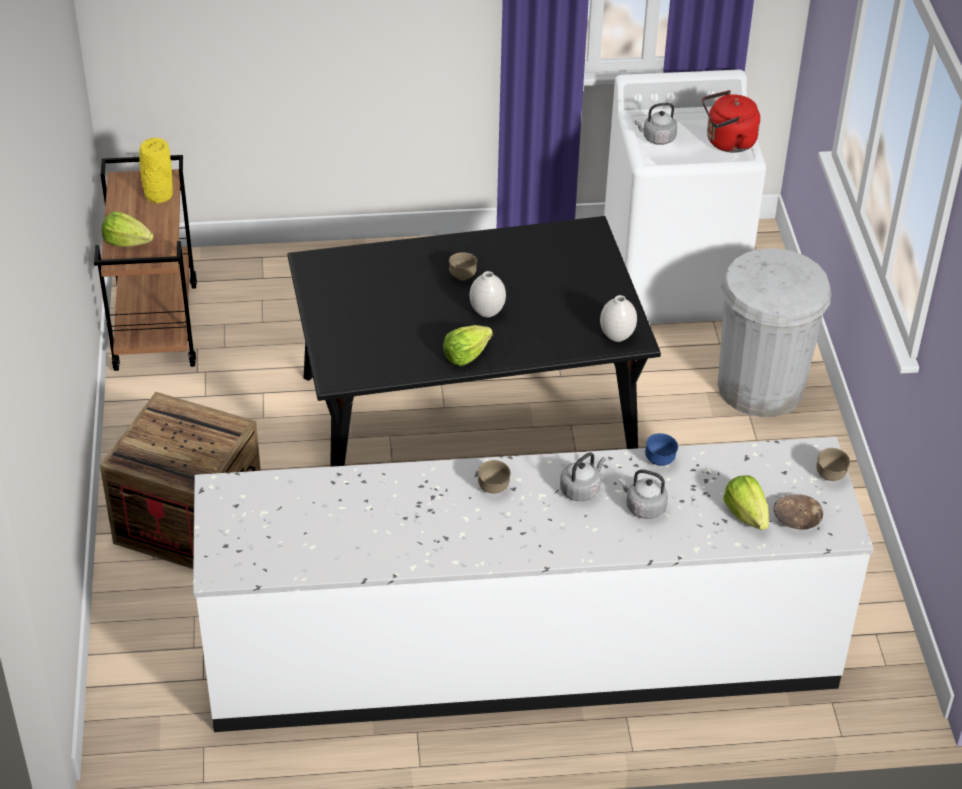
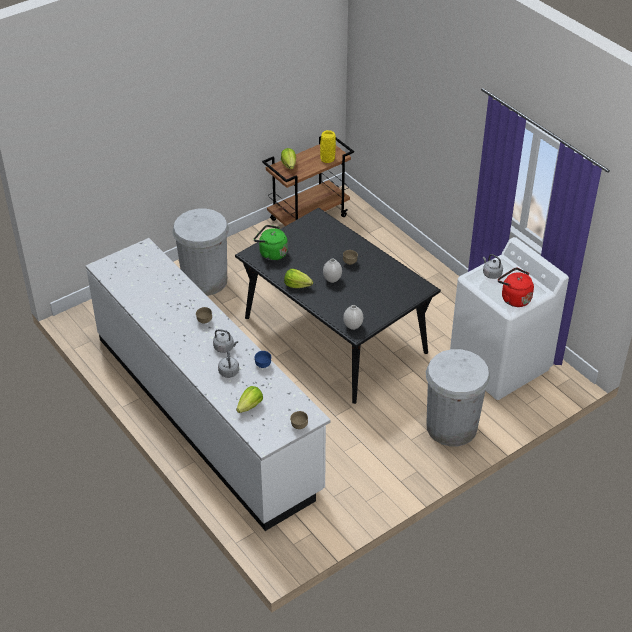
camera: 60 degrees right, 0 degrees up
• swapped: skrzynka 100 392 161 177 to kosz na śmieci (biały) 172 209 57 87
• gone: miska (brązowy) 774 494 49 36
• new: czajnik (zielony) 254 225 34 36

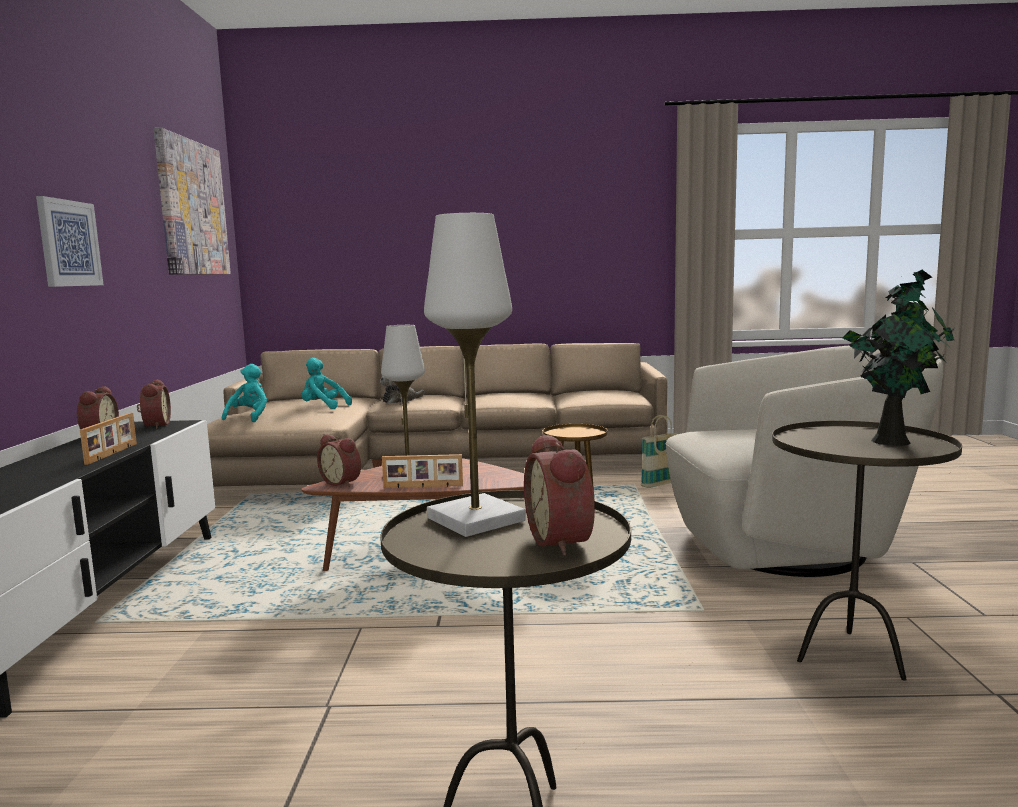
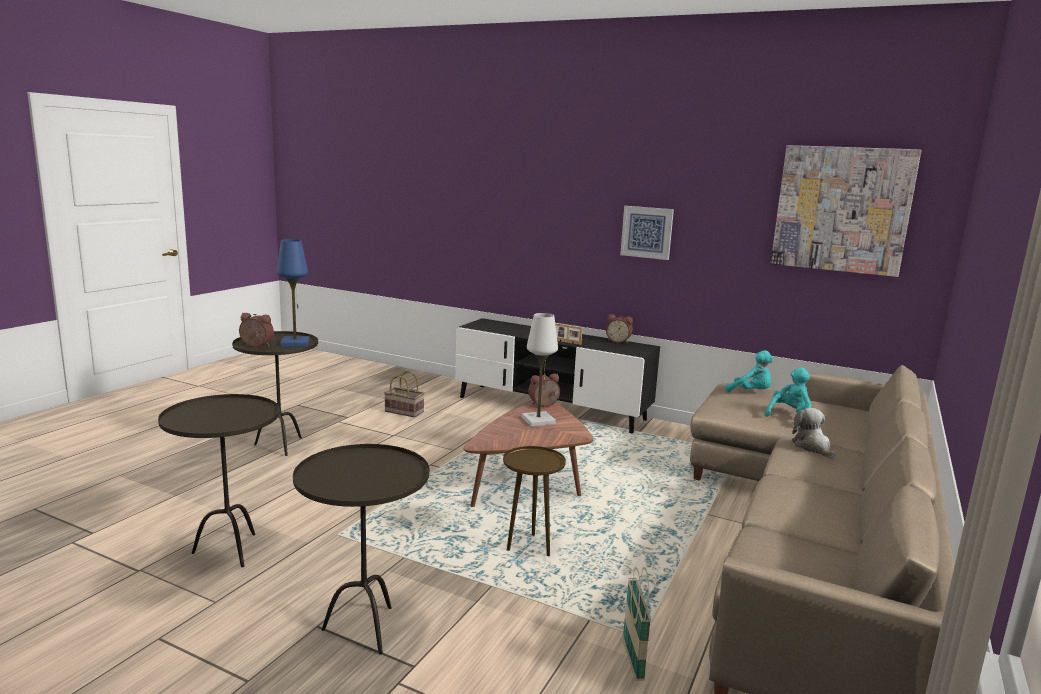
camera: 115 degrees right, 5 degrees up
• repainted: lampa stołowa (biały) 424 213 102 324 to lampa stołowa (niebieski) 277 239 32 108
• gone: roślina doniczkowa 843 270 112 176
• swapped: fotel (beżowy) 666 346 277 231 to stolik (brązowy) 293 444 136 211
• gone: budzik 137 379 34 49
• gone: ramka na zdjęcie 382 454 81 34
• new: koszyk 384 371 41 46

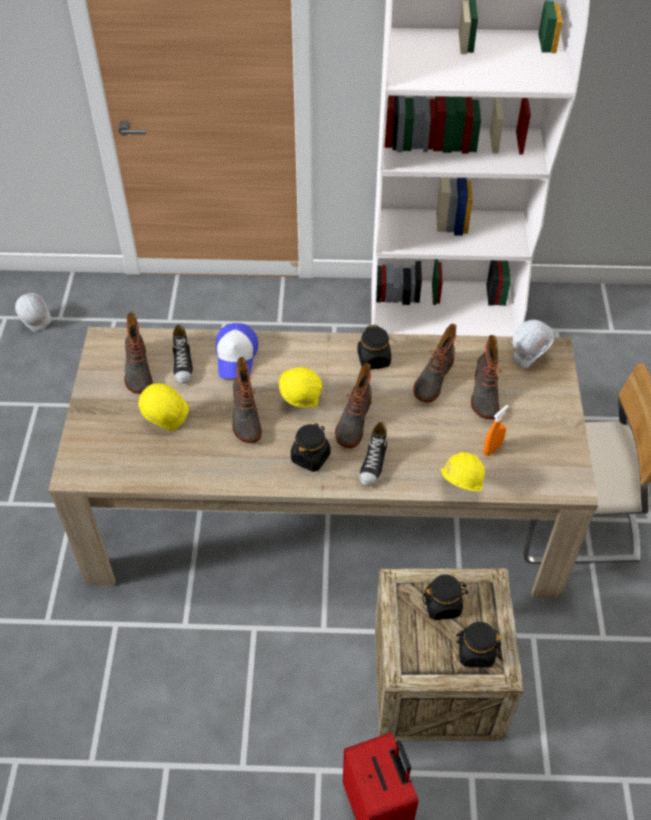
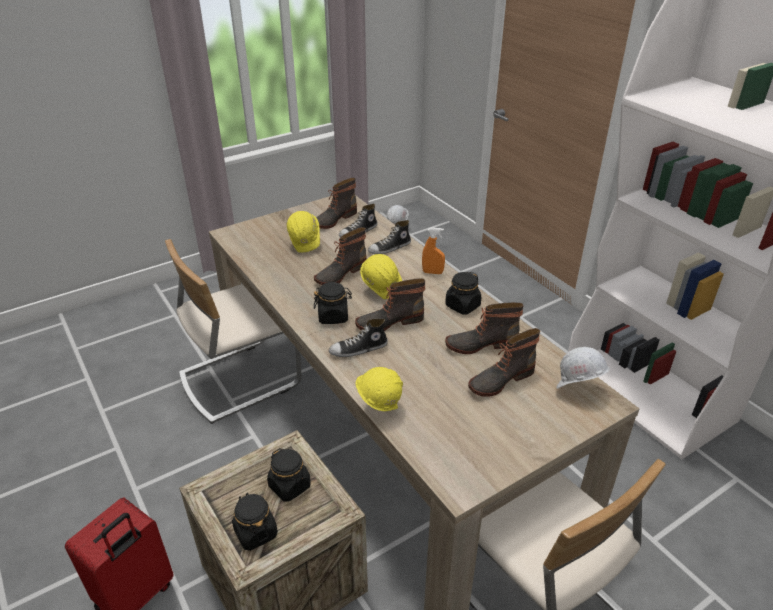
camera: 55 degrees right, 15 degrees down
• swapped: czapka z daszkiem 216 323 42 56 to but 368 220 43 34
• shifted: spryskiwacz (pomarańczowy) 483 405 26 51 to 422 227 23 47
• new: krzesło (beżowy) 165 239 137 185

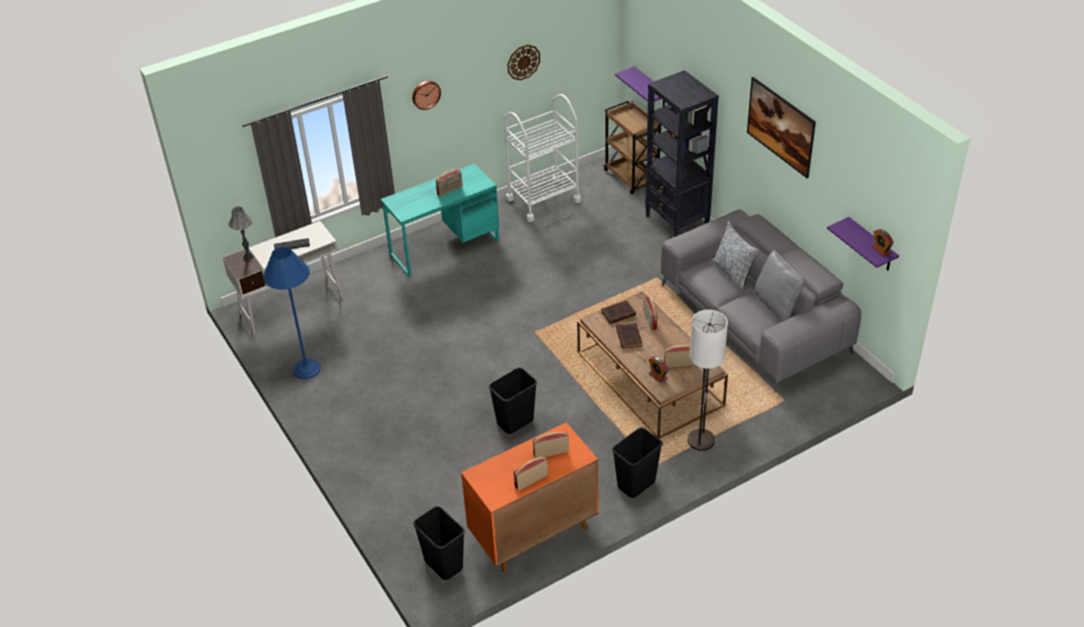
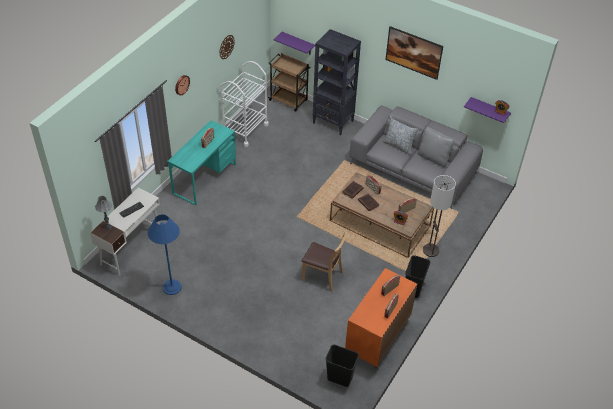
camera: 30 degrees left, 5 degrees up
• swapped: kosz na śmieci (czarny) 488 367 49 67 to krzesło (brązowy) 302 232 45 60

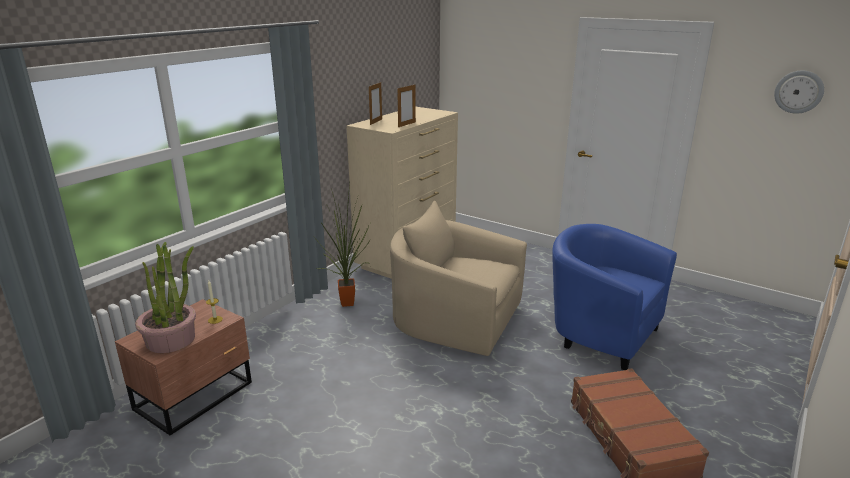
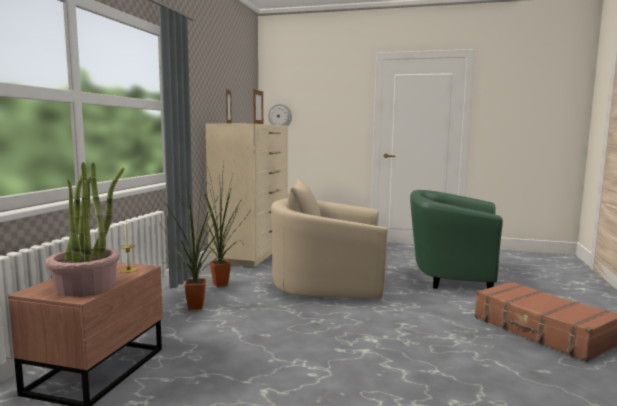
camera: 20 degrees left, 15 degrees down
• shifted: zegar ścienny 774 70 50 44 to 268 103 24 23
• repainted: fotel (niebieski) 552 224 125 146 to fotel (zielony) 410 190 93 99
• new: roślina doniczkowa 161 166 63 144

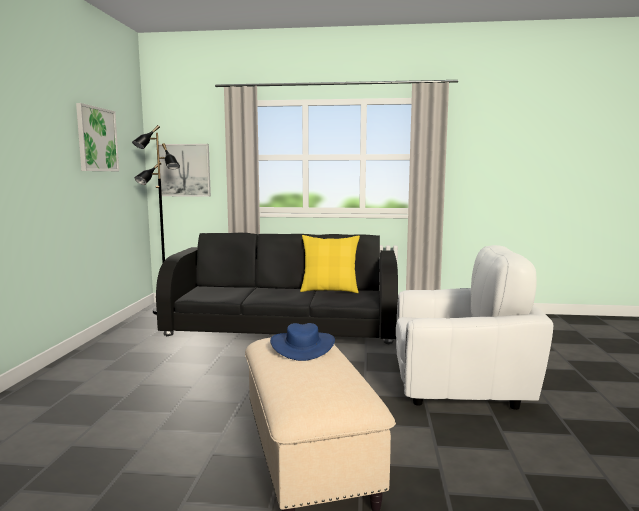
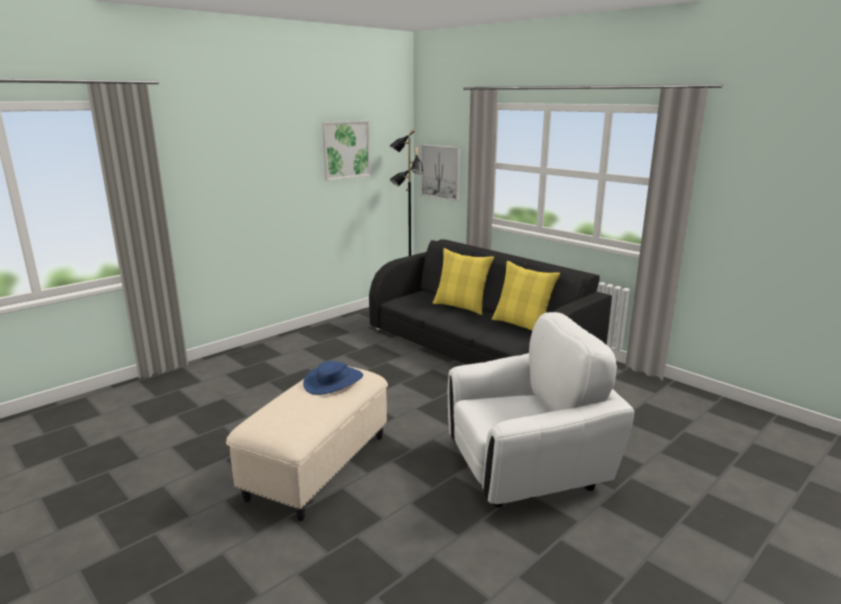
camera: 40 degrees right, 10 degrees up
• rotated: fotel (biały) 396 245 157 165 = 448 312 186 195 60 degrees counterclockwise
• new: poduszka (żółty) 433 248 61 67

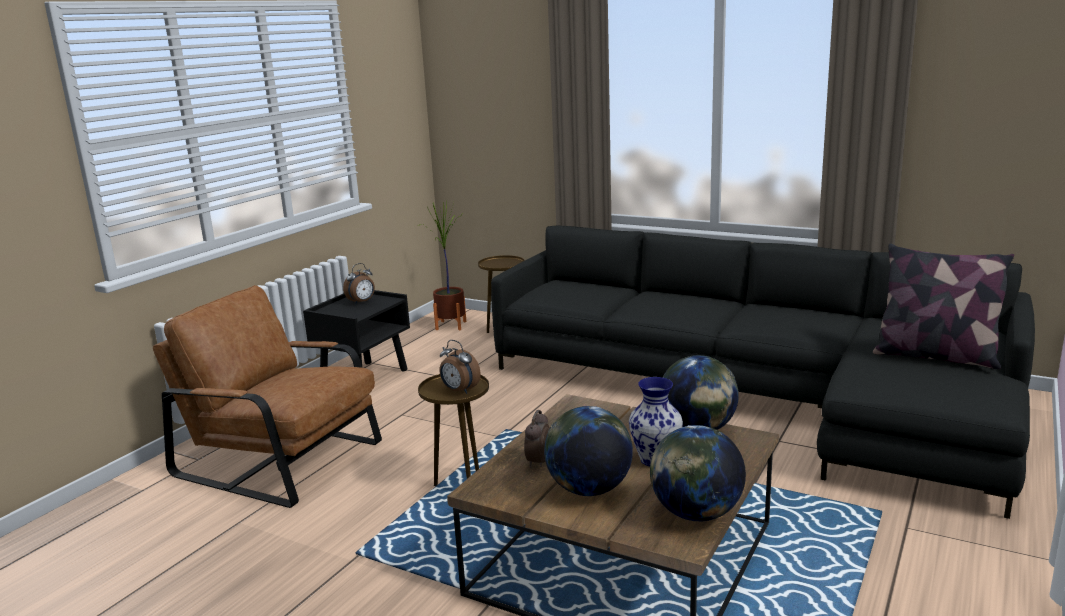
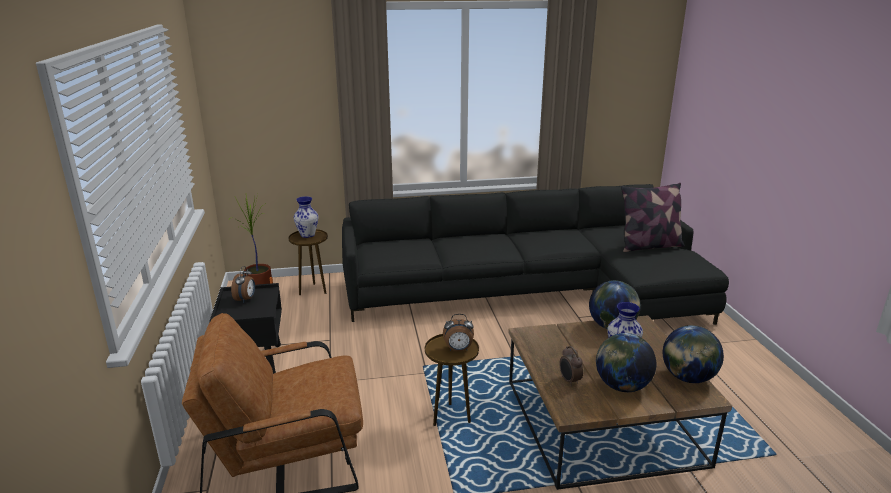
camera: 40 degrees left, 5 degrees up
• new: wazon 294 196 24 42

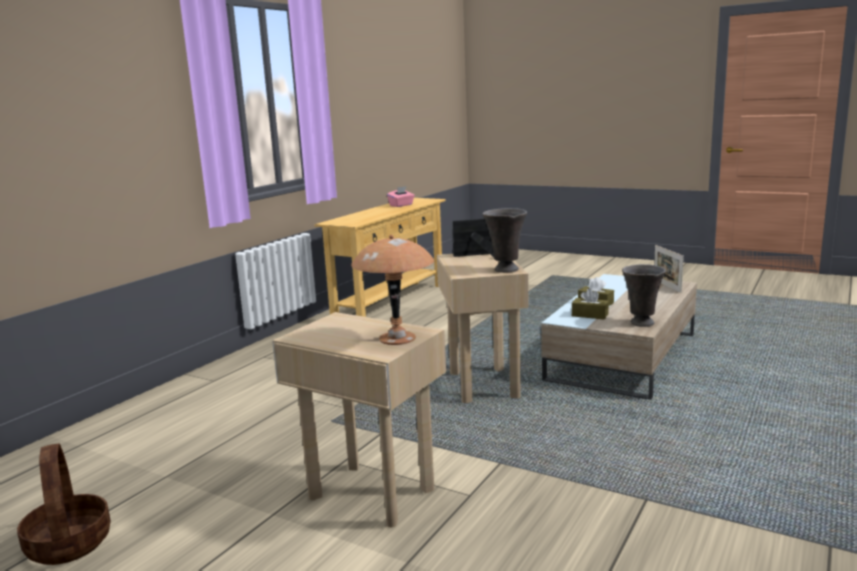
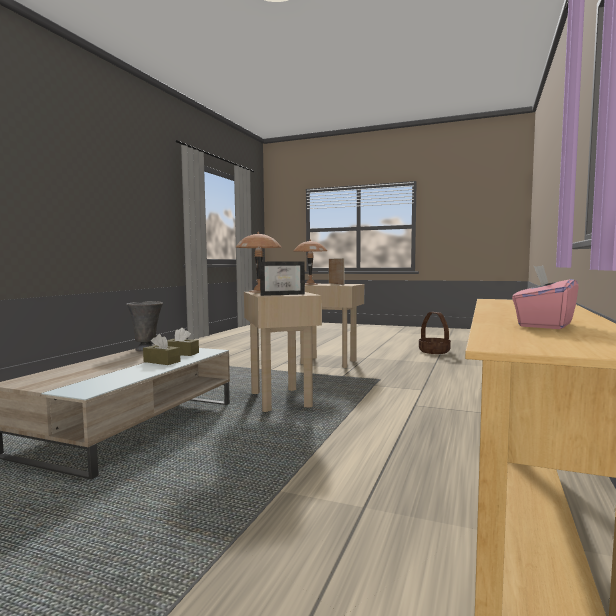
camera: 170 degrees right, 10 degrees down
• swapped: wazon (szary) 483 208 44 65 to lampa stołowa (brązowy) 236 232 45 60
• shifted: ramka na zdjęcie 654 245 30 48 to 329 258 16 27

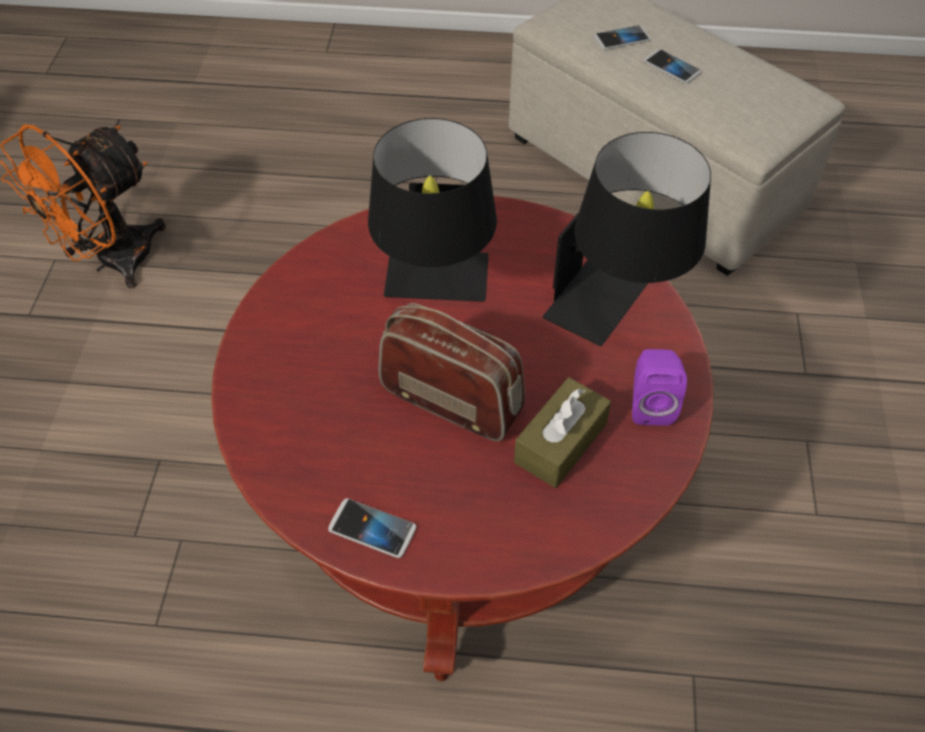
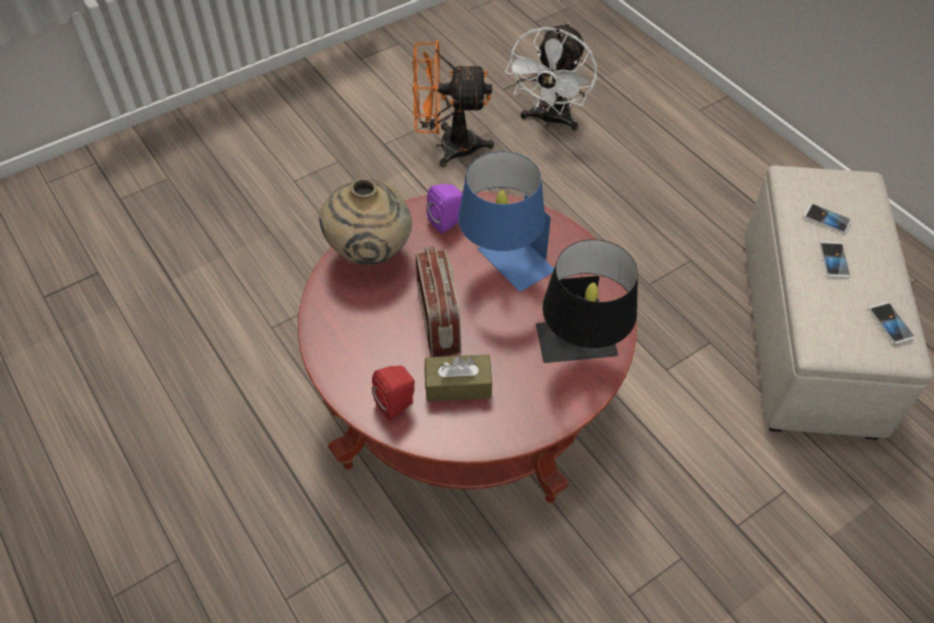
camera: 50 degrees right, 0 degrees up
• repainted: lampa stołowa (czarny) 368 118 129 184 to lampa stołowa (niebieski) 458 151 96 141
• shifted: głośnik (fioletowy) 632 349 55 77 to 427 184 35 50
• shifted: telefon 328 498 88 60 to 868 302 47 42
• new: wentylator (biały) 505 23 92 108
• new: wazon (beżowy) 319 178 93 87
• new: głośnik (czerwony) 372 366 43 55

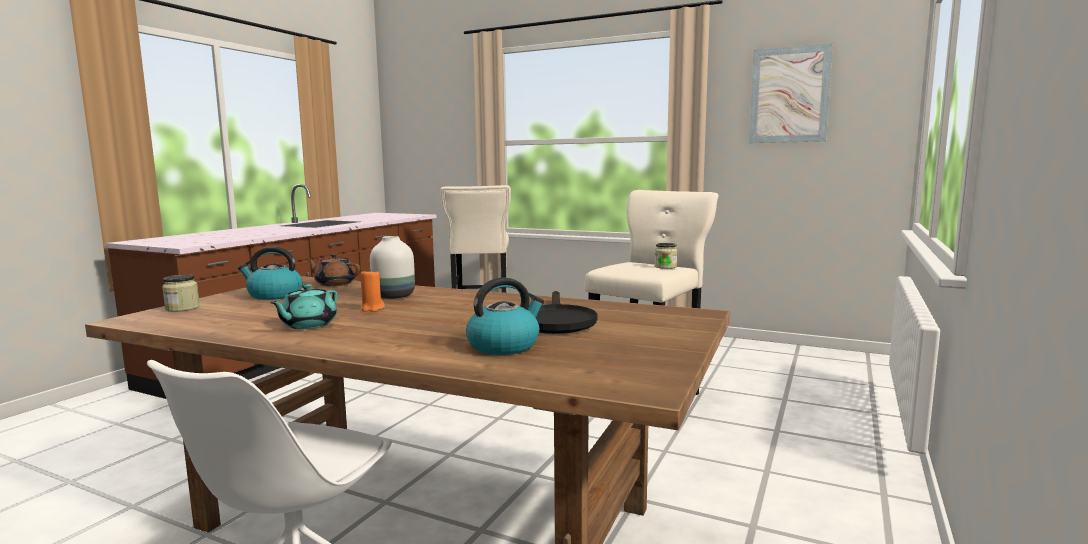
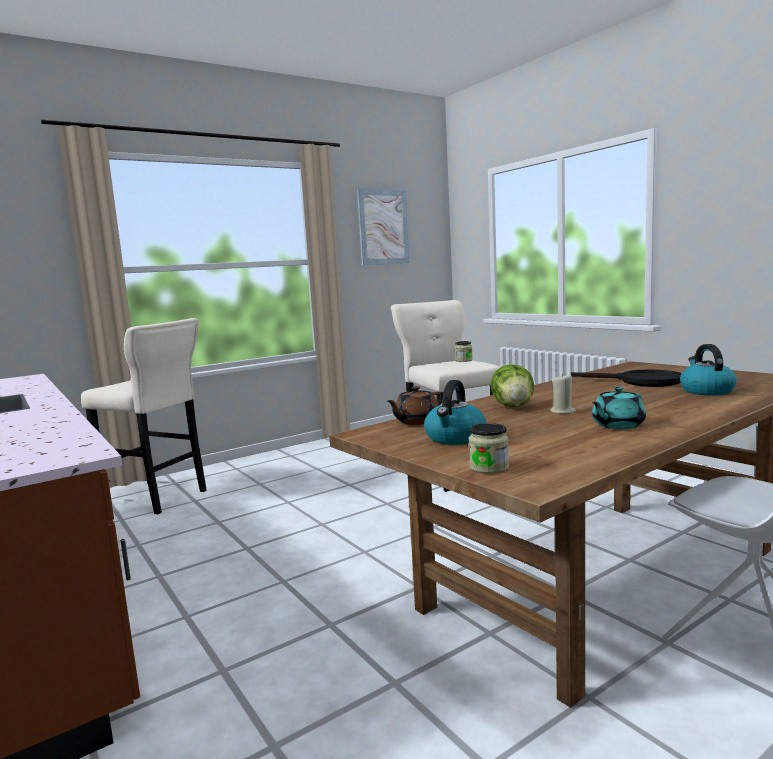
camera: 60 degrees left, 0 degrees up
• swapped: wazon (biały) 370 236 45 63 to sałata 490 364 44 43
• repainted: świeca (pomarańczowy) 360 269 25 43 to świeca (beżowy) 550 374 26 40
• rotated: imbryk (turkusowy) 270 284 67 45 = 592 386 54 43 90 degrees clockwise

